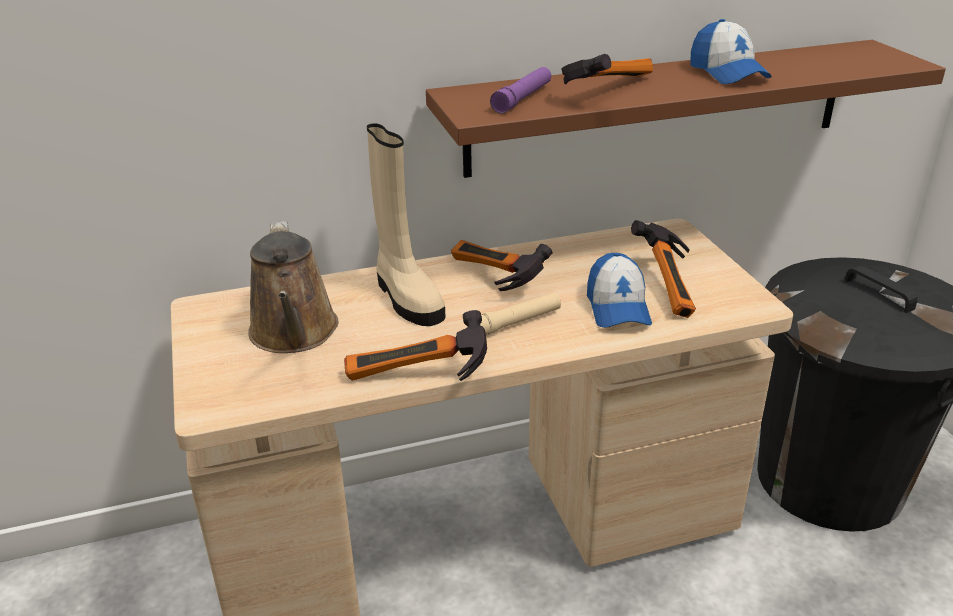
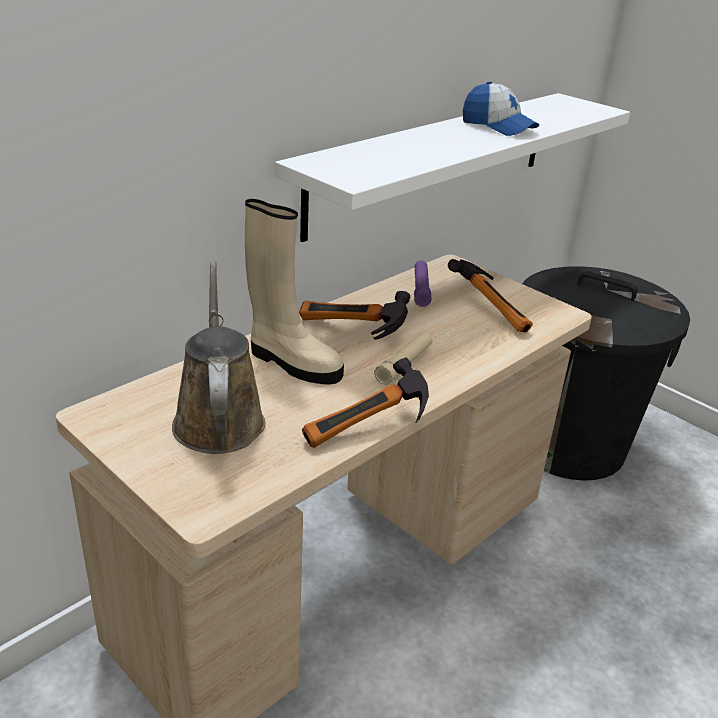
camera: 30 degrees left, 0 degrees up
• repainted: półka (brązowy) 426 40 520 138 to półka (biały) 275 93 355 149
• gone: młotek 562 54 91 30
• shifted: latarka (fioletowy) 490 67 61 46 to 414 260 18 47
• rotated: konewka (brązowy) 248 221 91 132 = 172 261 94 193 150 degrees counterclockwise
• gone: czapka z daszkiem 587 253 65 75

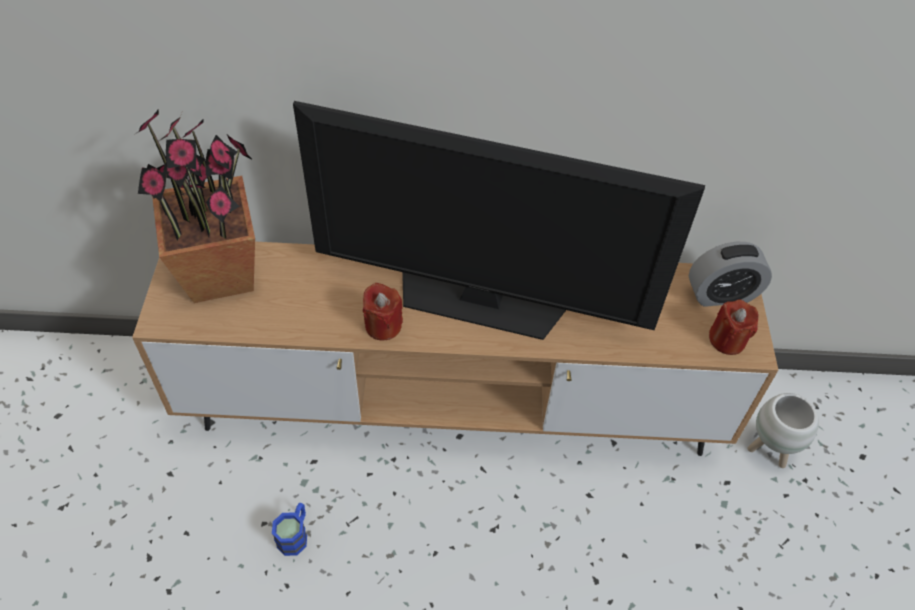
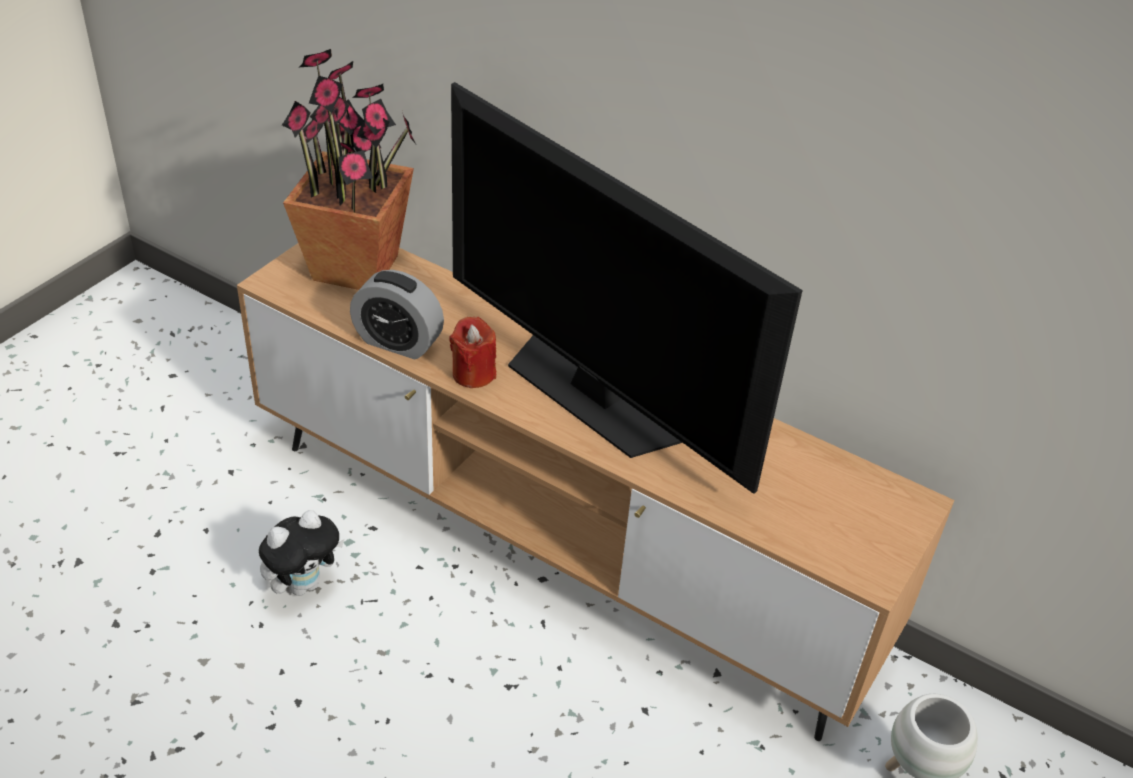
camera: 30 degrees right, 10 degrees down
• shifted: budzik 689 242 83 65 to 350 270 94 89
• gone: świeca (czerwony) 709 300 50 55
• swapped: kubek (niebieski) 272 503 35 53 to pluszak 259 510 85 86

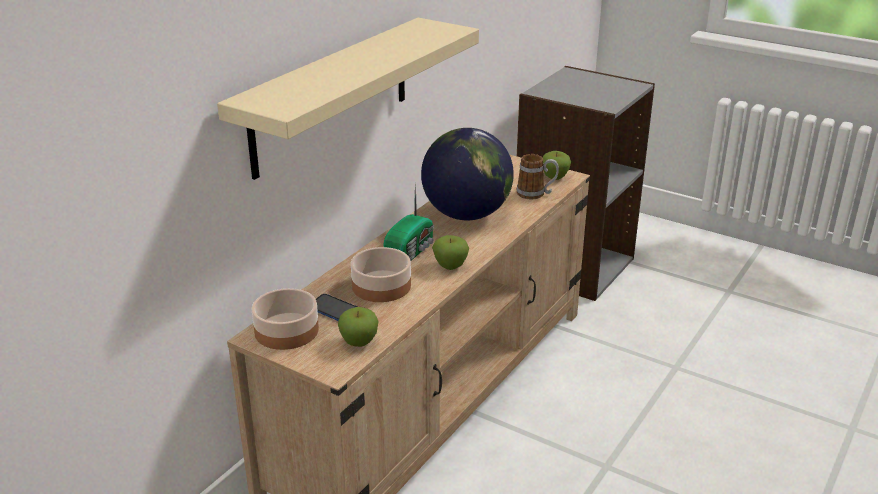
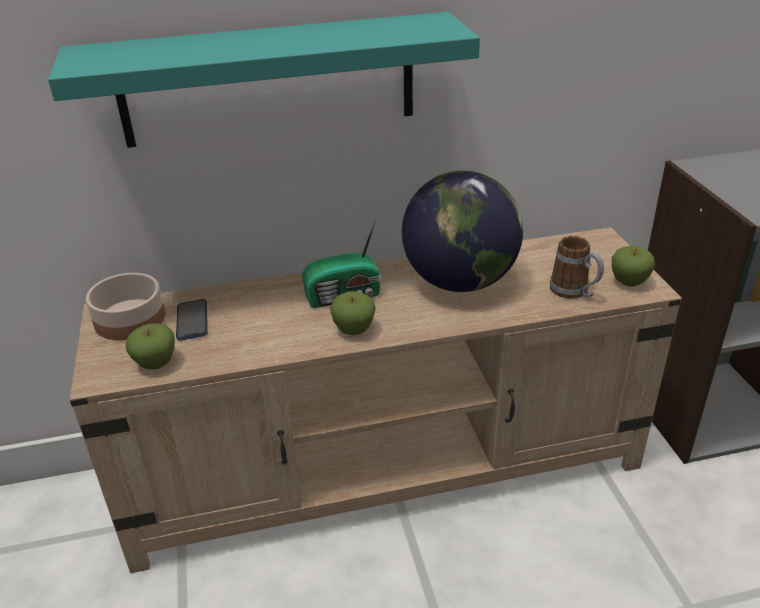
camera: 45 degrees right, 5 degrees up
• repainted: półka (beżowy) 217 18 262 162 to półka (turkusowy) 48 12 432 136
• gone: miska 351 247 60 55

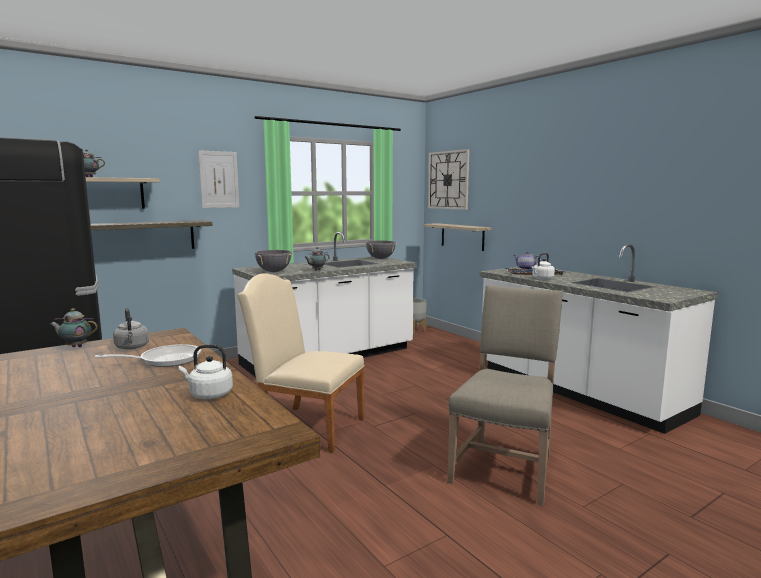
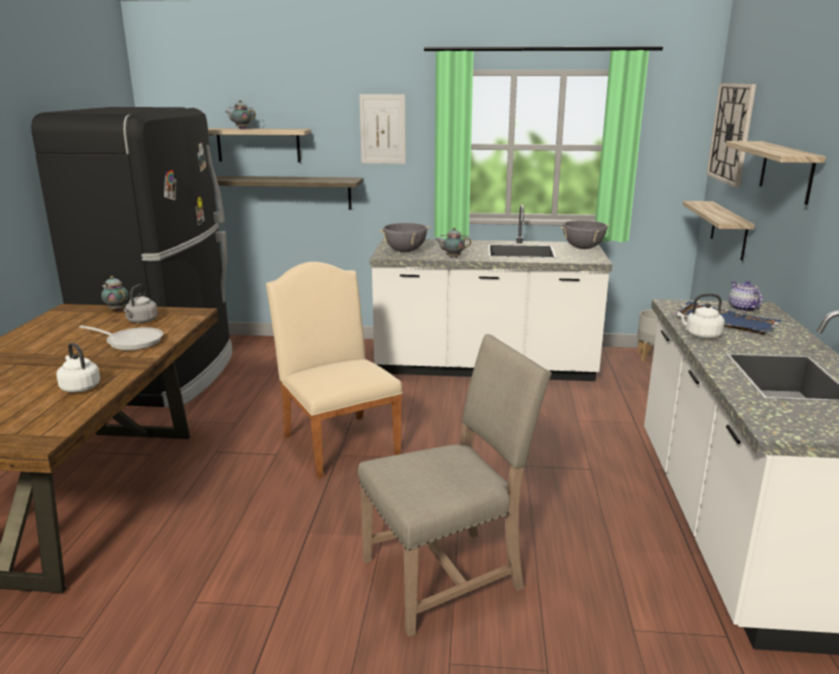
camera: 40 degrees right, 10 degrees up
• new: półka 725 141 101 64

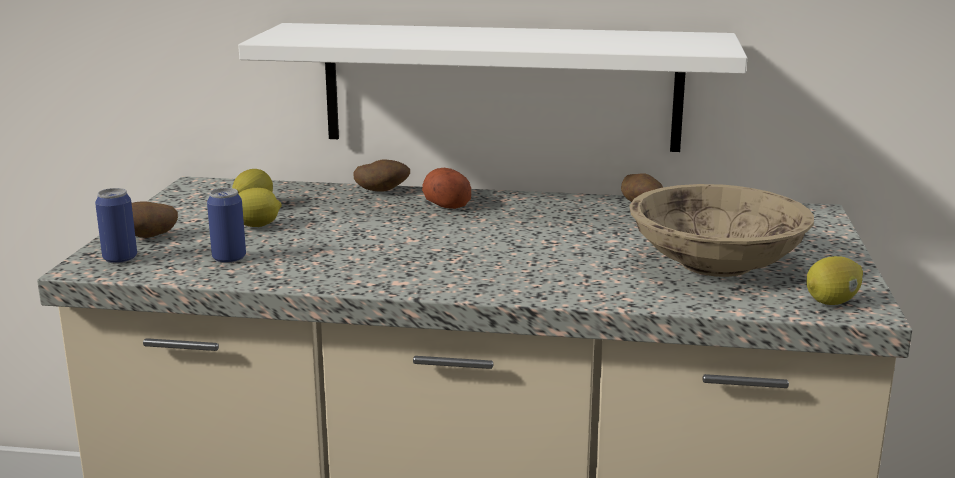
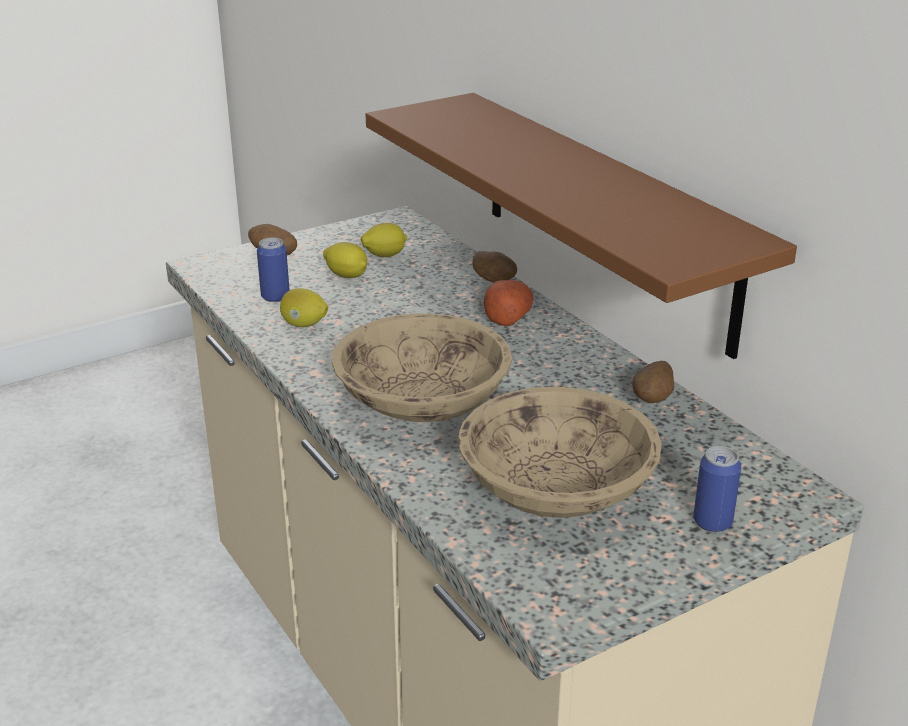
camera: 50 degrees right, 10 degrees up
• repainted: półka (biały) 238 23 509 129 to półka (brązowy) 366 93 431 266
• shifted: puszka 95 188 42 75 to 693 446 48 86
• shifted: cytryna 806 256 57 49 to 280 288 48 39
• new: miska (beżowy) 332 313 180 109

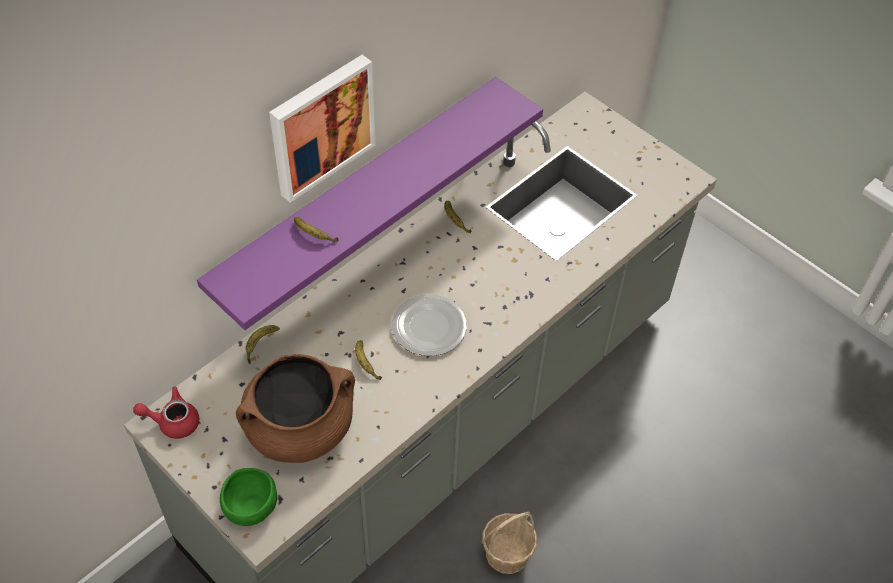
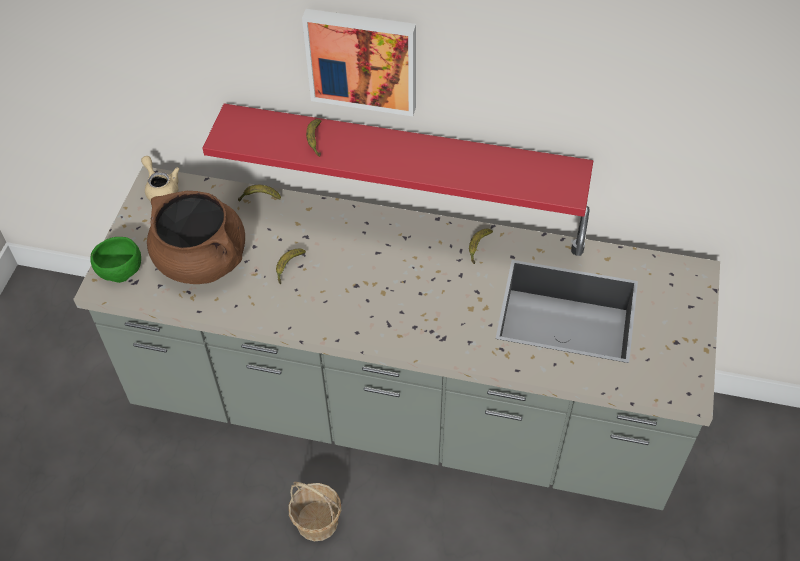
camera: 60 degrees right, 0 degrees up
• repainted: półka (fioletowy) 197 77 346 253 to półka (czerwony) 203 103 390 114
• gone: talerz 392 294 75 62
• repainted: imbryk (czerwony) 133 387 66 52 to imbryk (beżowy) 141 156 38 45

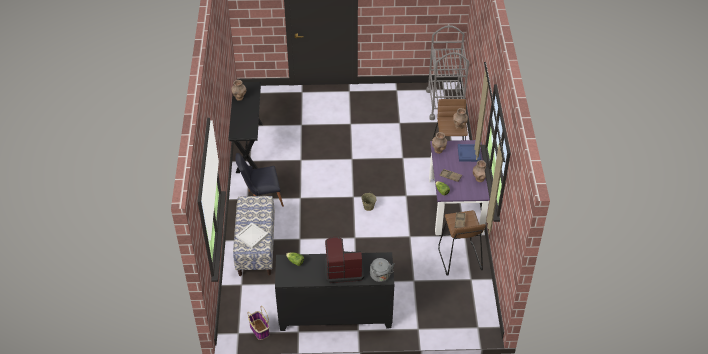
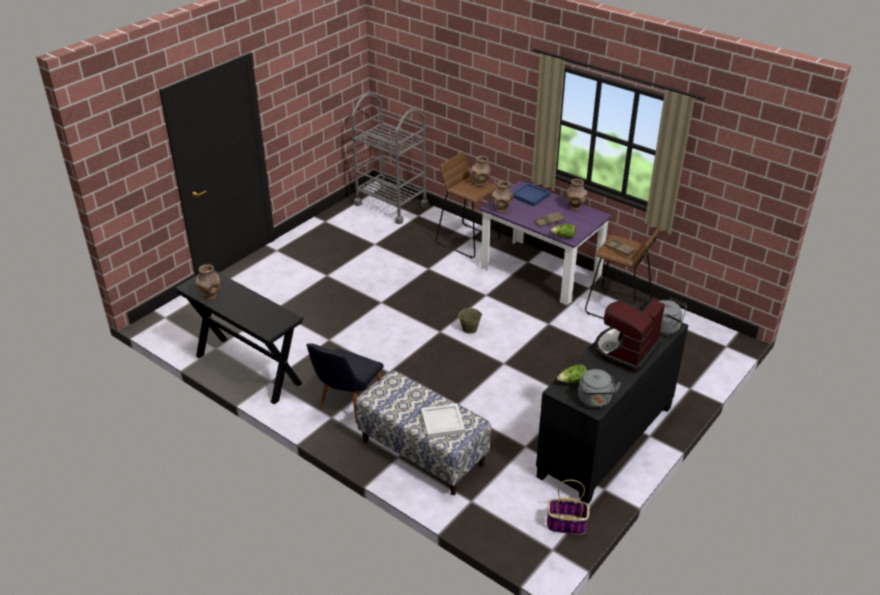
camera: 50 degrees left, 10 degrees down
• new: czajnik (szary) 578 369 43 39

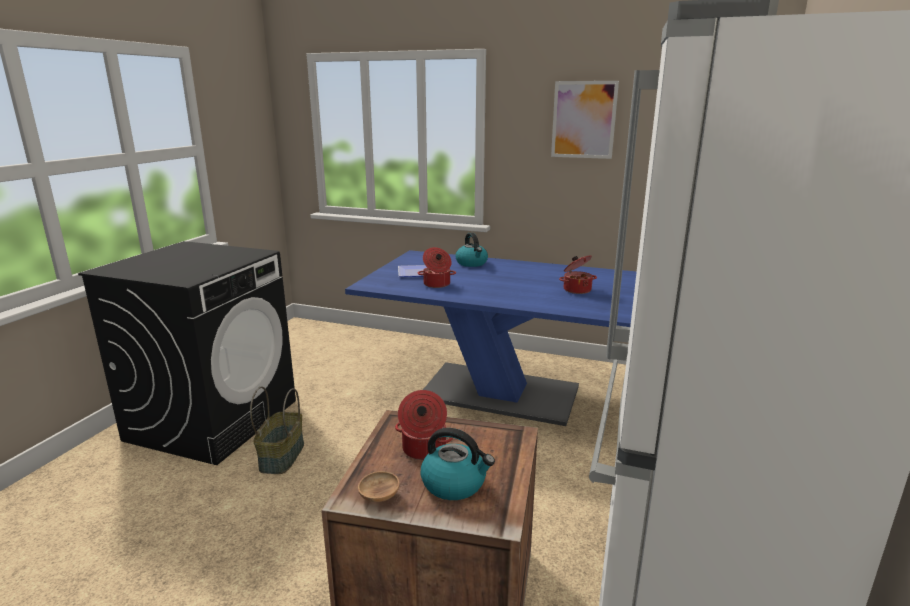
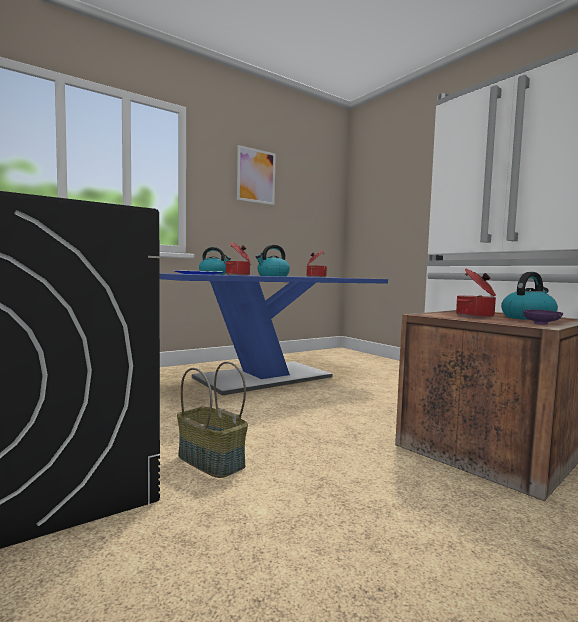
camera: 55 degrees left, 15 degrees down
• repainted: miska (brązowy) 358 471 42 31 to miska (fioletowy) 523 310 40 15
• new: czajnik 256 245 34 32

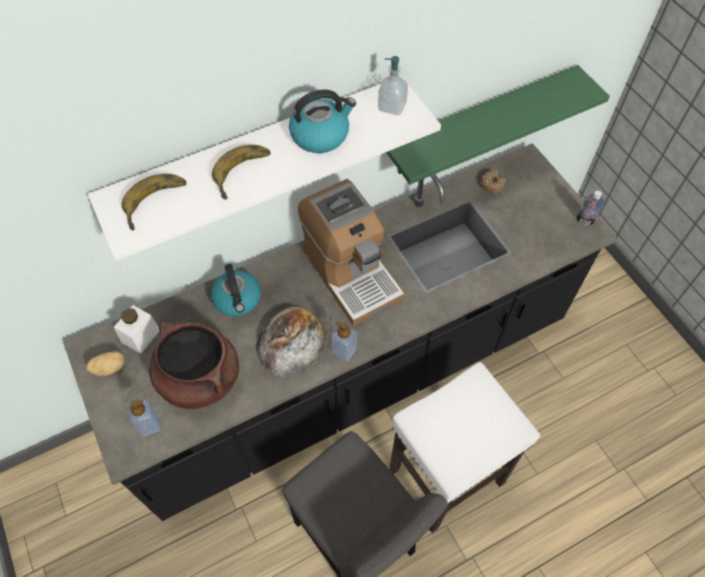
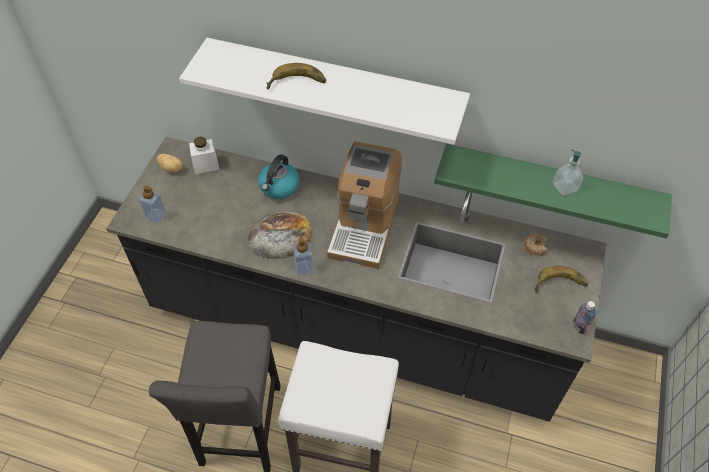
camera: 45 degrees right, 5 degrees down
• shifted: dozownik mydła 378 56 30 59 to 553 150 30 45
• gone: czajnik 289 89 67 64
• shifted: banan 122 174 65 57 to 534 266 54 27
• gone: garnek (brązowy) 149 321 90 88

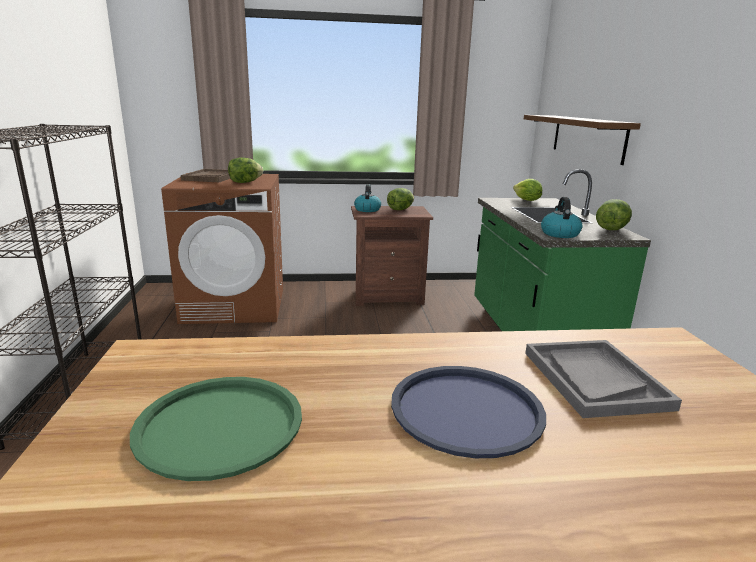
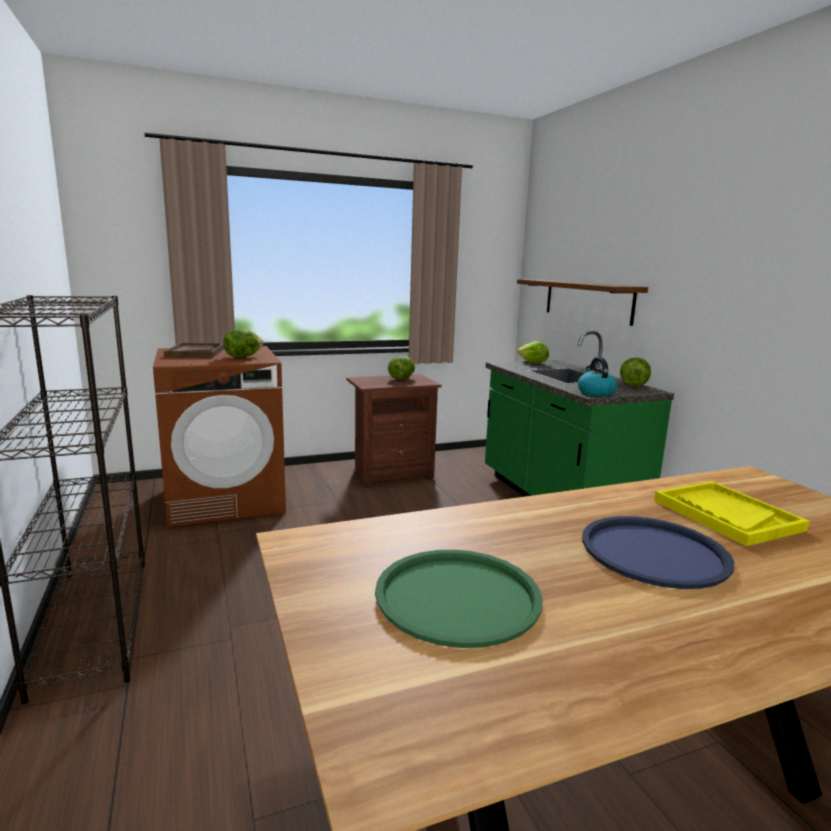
camera: 15 degrees left, 5 degrees down
• gone: czajnik 354 184 27 28
• repainted: taca (szary) 525 340 157 78 to taca (żółty) 654 481 156 65

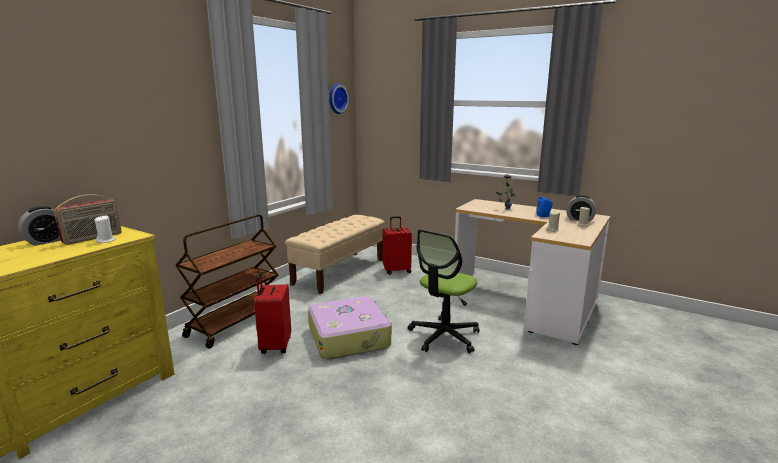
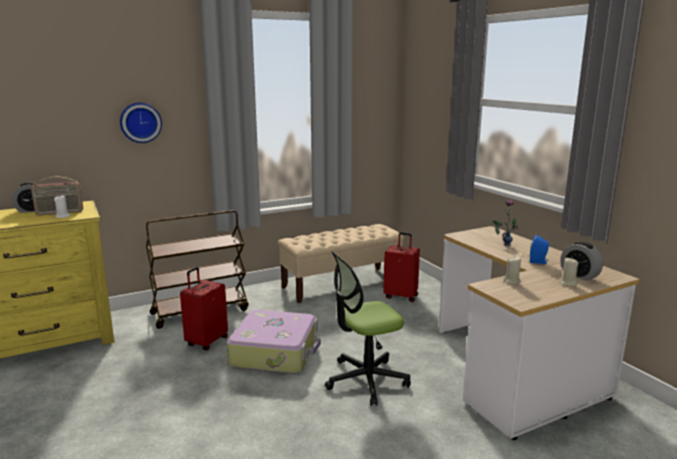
camera: 30 degrees right, 0 degrees up
• shifted: zegar ścienny 329 83 20 31 to 120 103 42 40

